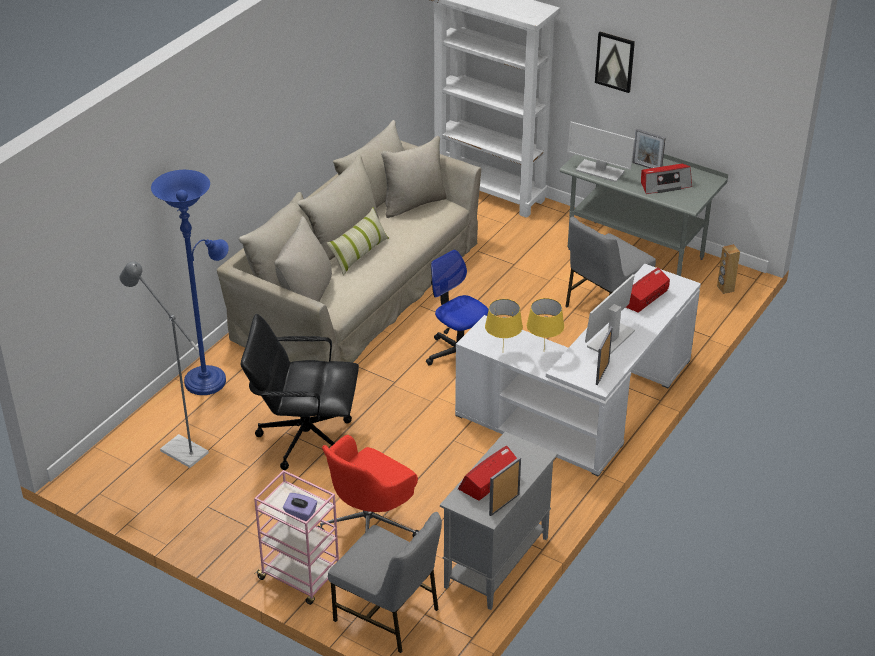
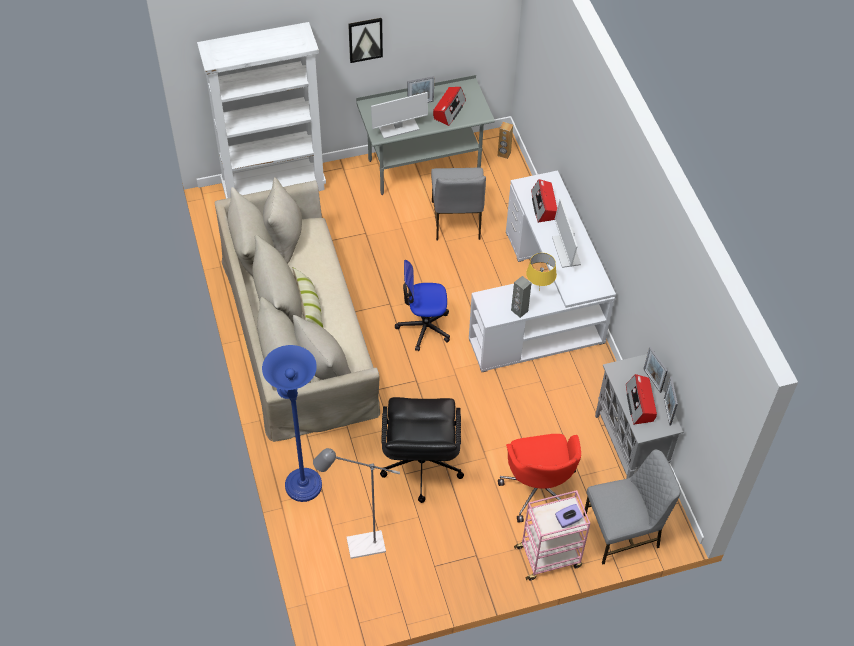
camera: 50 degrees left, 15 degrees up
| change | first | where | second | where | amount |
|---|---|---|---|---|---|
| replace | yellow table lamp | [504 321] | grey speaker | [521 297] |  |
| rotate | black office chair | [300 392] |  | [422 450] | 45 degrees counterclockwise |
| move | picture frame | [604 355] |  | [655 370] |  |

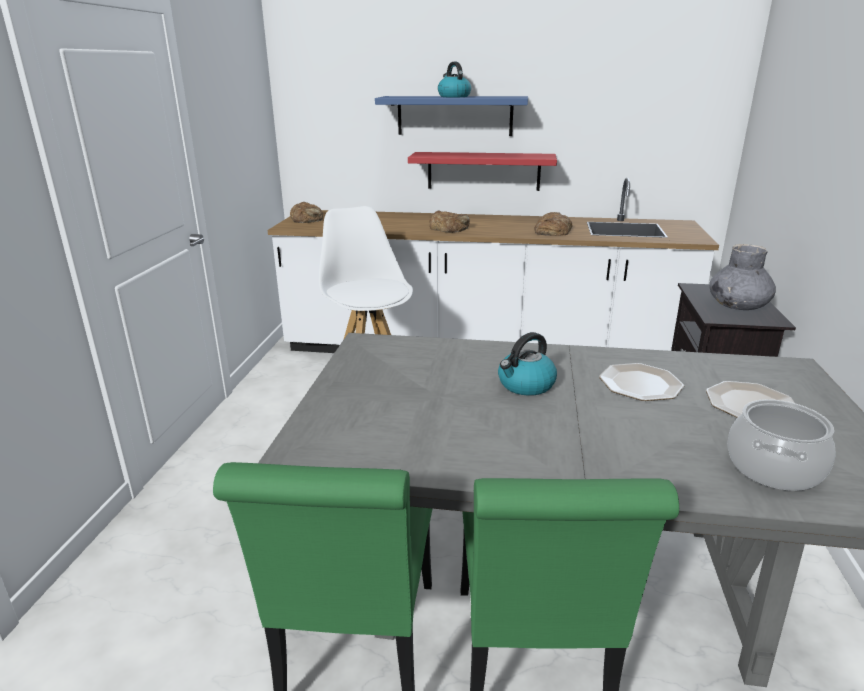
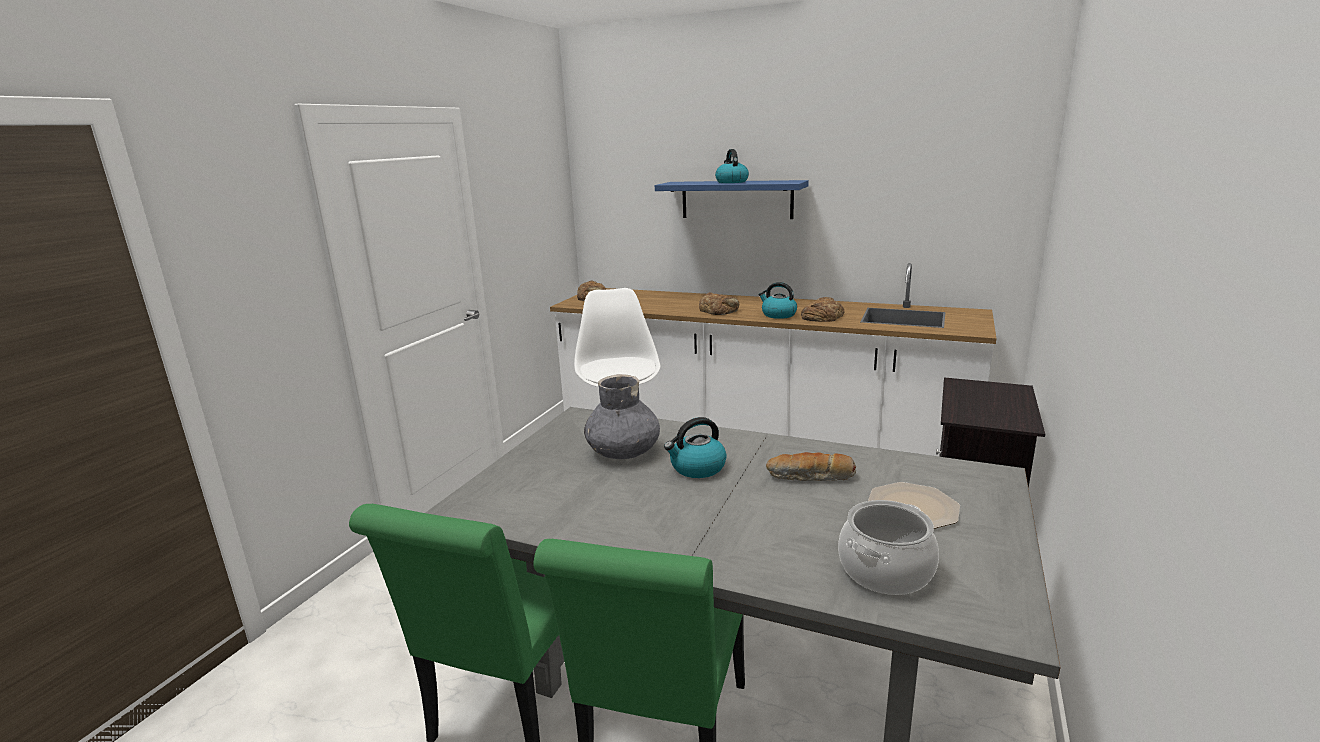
camera: 15 degrees right, 5 degrees down
| change | first | where | second | where | amount |
|---|---|---|---|---|---|
| delete | red shelf | [482 171] |  |  |  |
| move | grey vase | [742 277] |  | [622 416] |  |
| replace | plate | [641 382] | bread | [811 466] |  |
| insert |  |  | kettle | [778 300] |  |

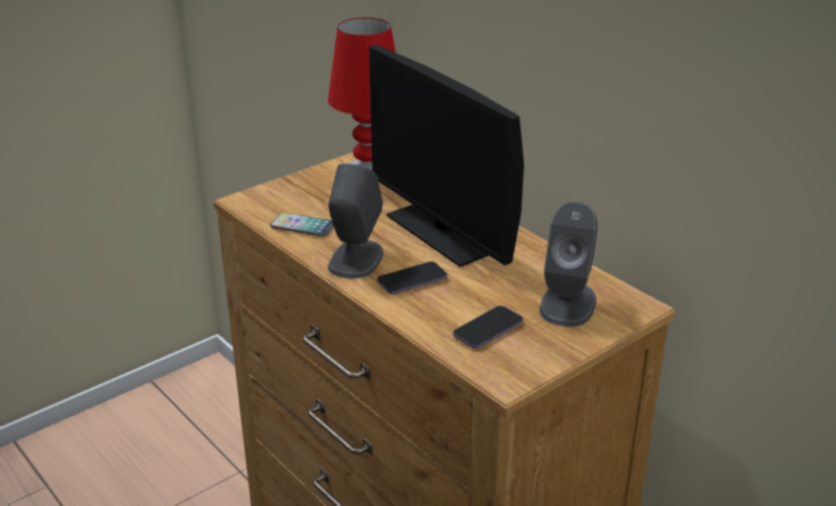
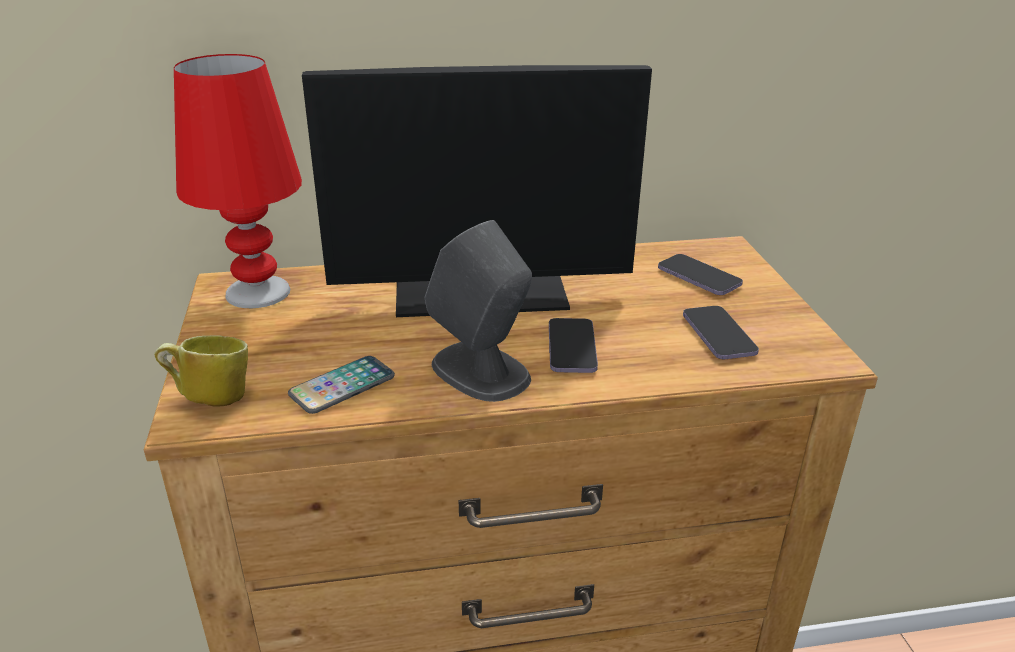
camera: 60 degrees left, 0 degrees up
| change | first | where | second | where | amount |
|---|---|---|---|---|---|
| replace | grey speaker | [568 264] | phone | [700 274] |  |
| insert |  |  | mug | [201 371] |  |

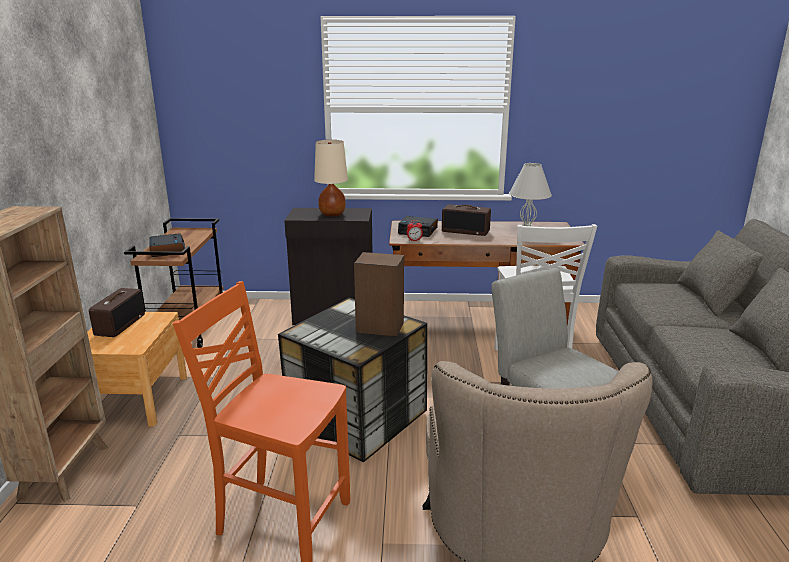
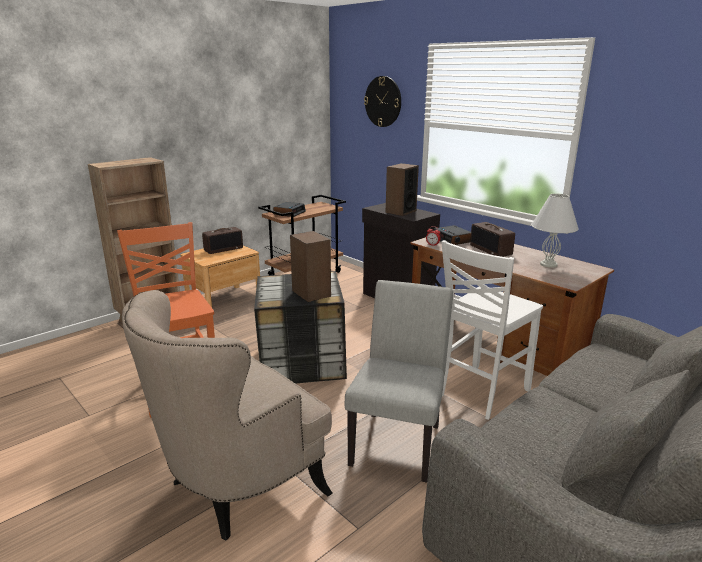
camera: 45 degrees right, 0 degrees up
| change | first | where | second | where | amount |
|---|---|---|---|---|---|
| replace | beige table lamp | [331 178] | speaker | [402 189] |  |
| insert |  |  | wall clock | [382 101] |  |

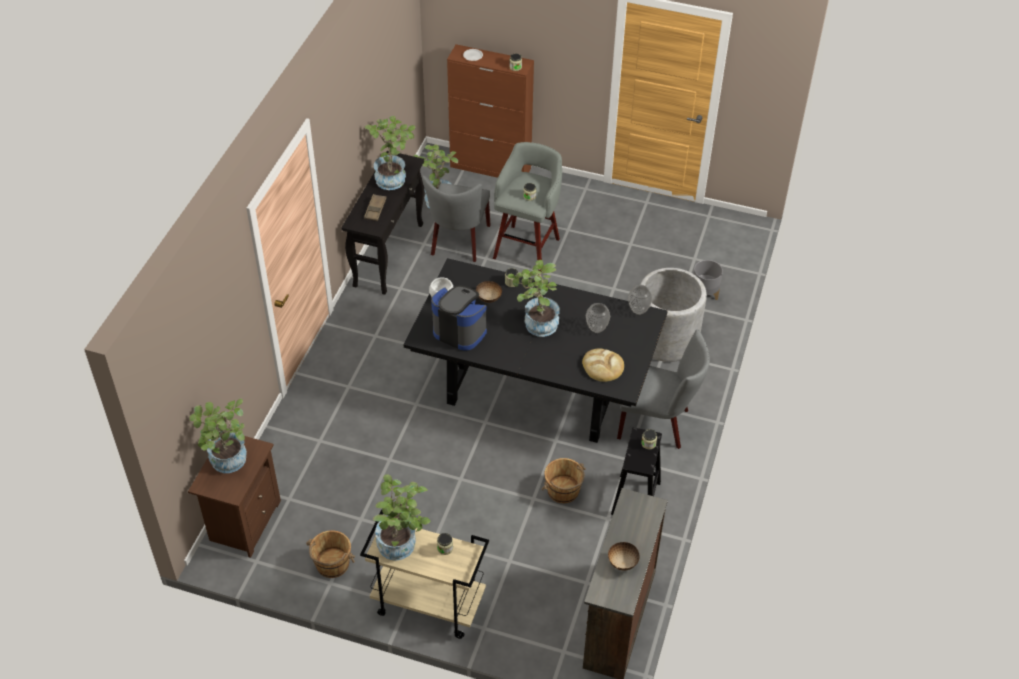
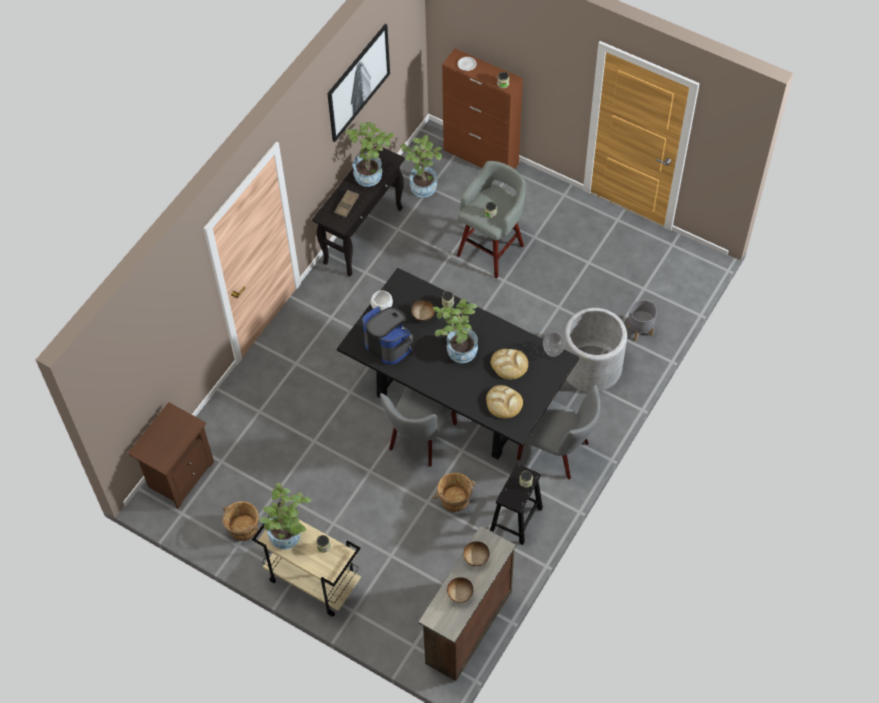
camera: 15 degrees right, 10 degrees up
| change | first | where | second | where | amount |
|---|---|---|---|---|---|
| move | grey chair | [456 219] |  | [418 427] |  |
| replace | vase | [598 318] | bread | [509 364] |  |
| delete | potted plant | [218 436] |  |  |  |
| insert |  |  | picture | [358 83] |  |
| insert |  |  | bowl | [476 553] |  |

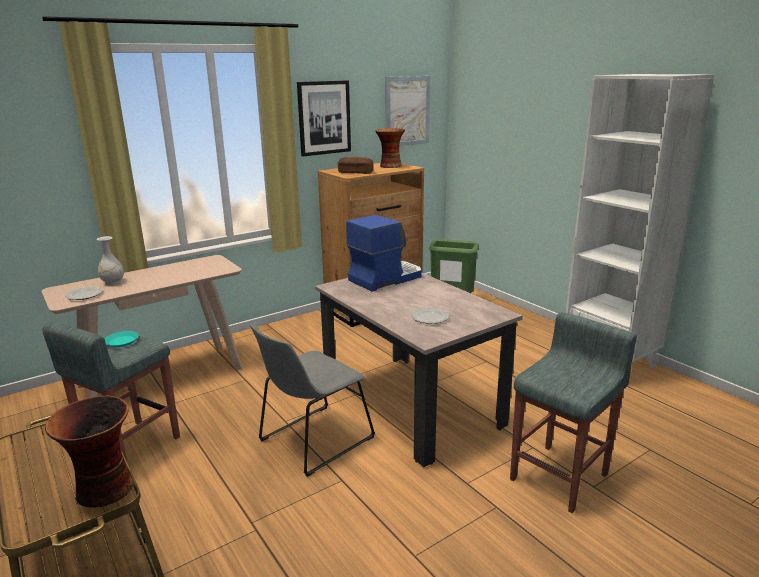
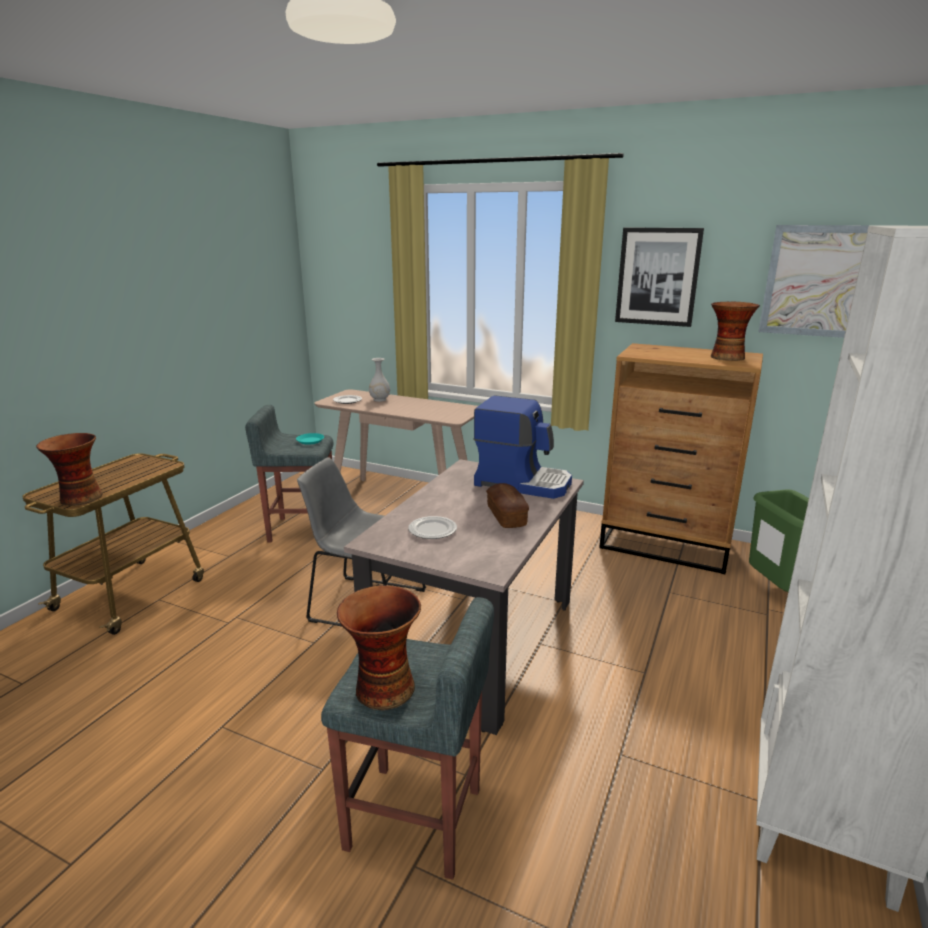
camera: 60 degrees right, 0 degrees up
| change | first | where | second | where | amount |
|---|---|---|---|---|---|
| move | bread | [355 165] |  | [507 505] |  |
| insert |  |  | vase | [379 648] |  |

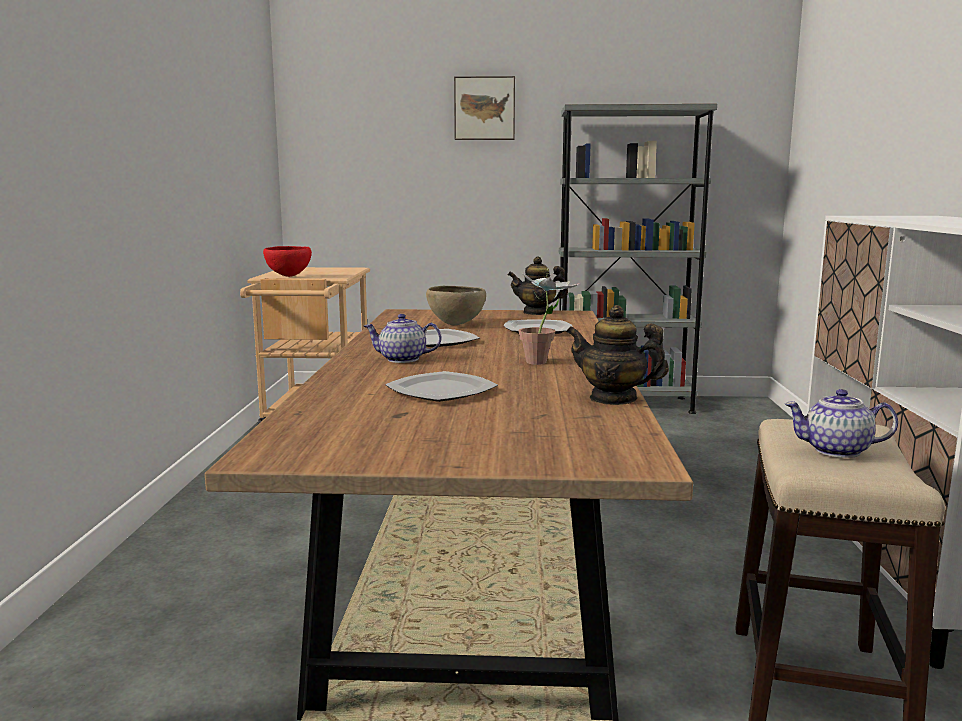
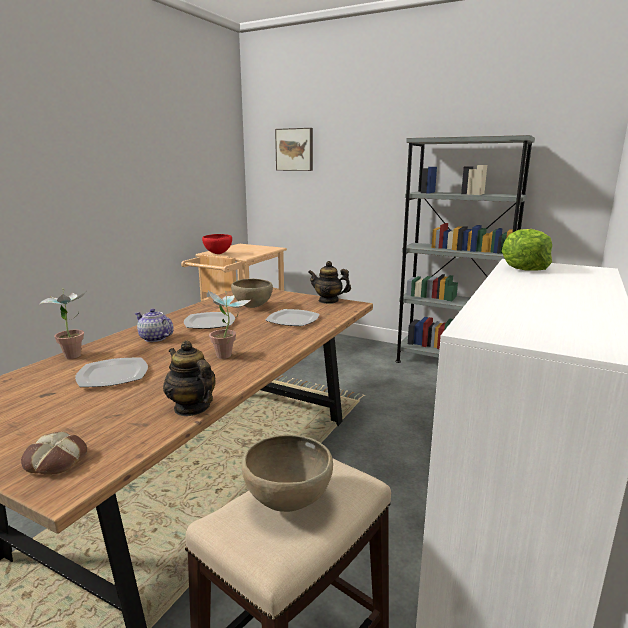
camera: 25 degrees right, 5 degrees up
| change | first | where | second | where | amount |
|---|---|---|---|---|---|
| move | picture | [484 108] |  | [294 149] |  |
| replace | teapot | [841 423] | brown bowl | [287 473] |  |
| insert |  |  | lettuce | [527 250] |  |
| insert |  |  | potted plant | [63 324] |  |
| insert |  |  | bread | [54 453] |  |

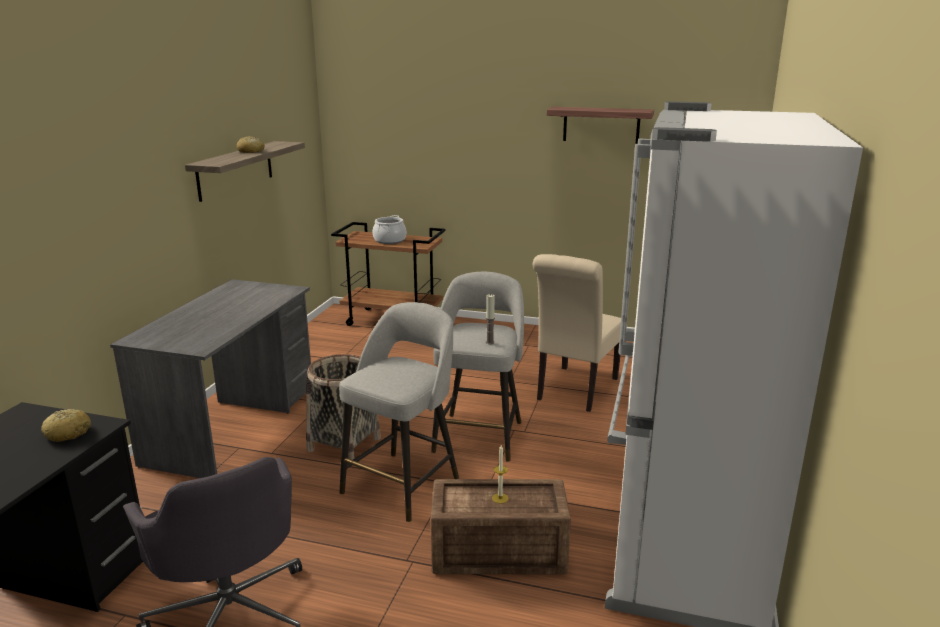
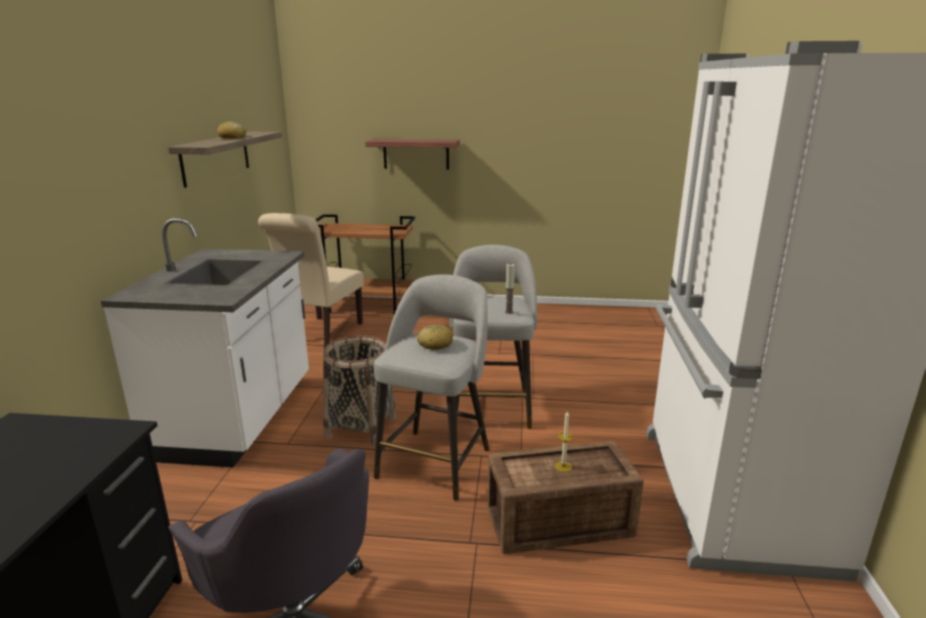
camera: 10 degrees left, 0 degrees up
| change | first | where | second | where | amount |
|---|---|---|---|---|---|
| move | shelf | [600 125] |  | [412 154] |  |
| delete | cooking pot | [389 229] |  |  |  |
| move | beige chair | [577 333] |  | [311 281] |  |
| replace | grey desk | [210 378] | white counter | [205 343] |  |
| move | bread | [66 425] |  | [435 337] |  |

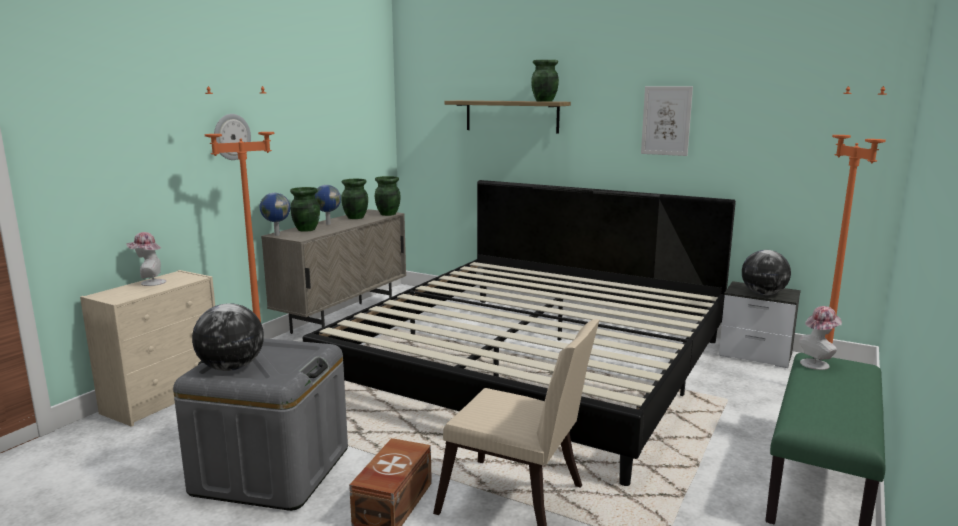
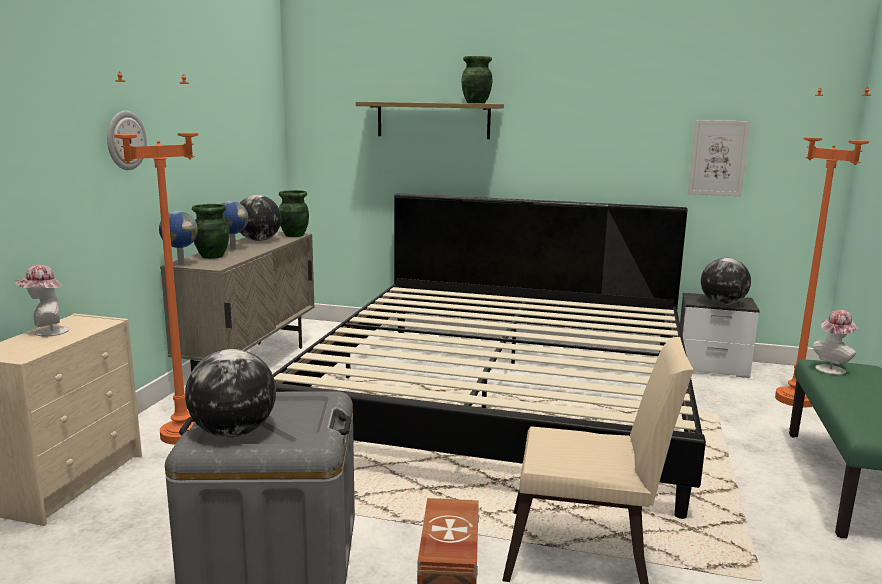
camera: 15 degrees left, 0 degrees up
| change | first | where | second | where | amount |
|---|---|---|---|---|---|
| move | picture | [667 121] |  | [719 158] |  |
| replace | green vase | [354 199] | globe | [260 218] |  |

